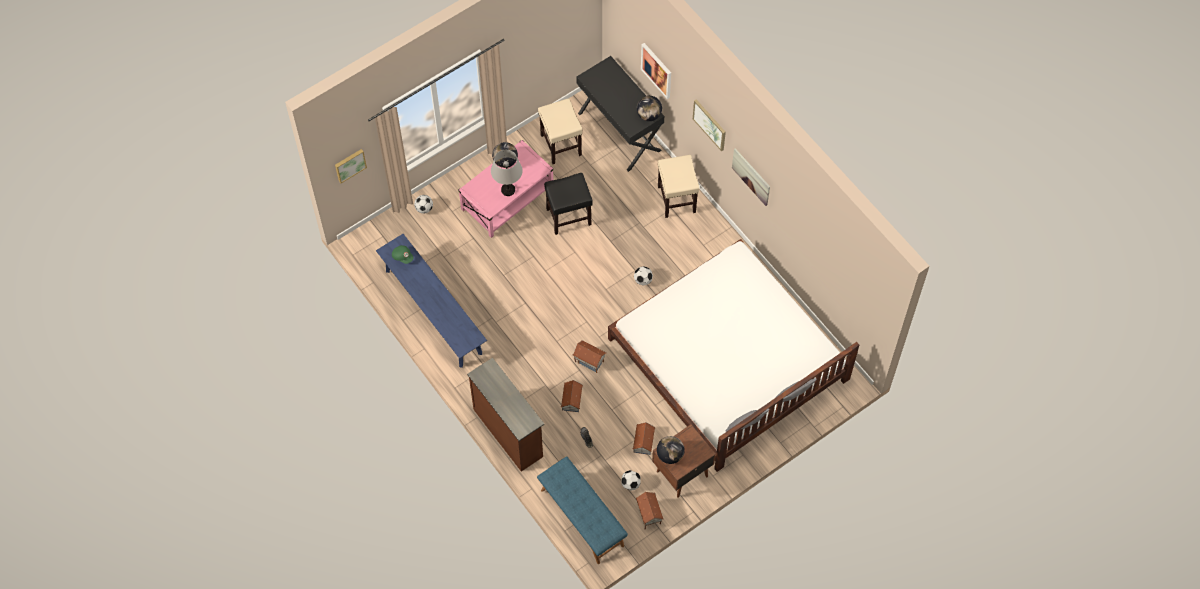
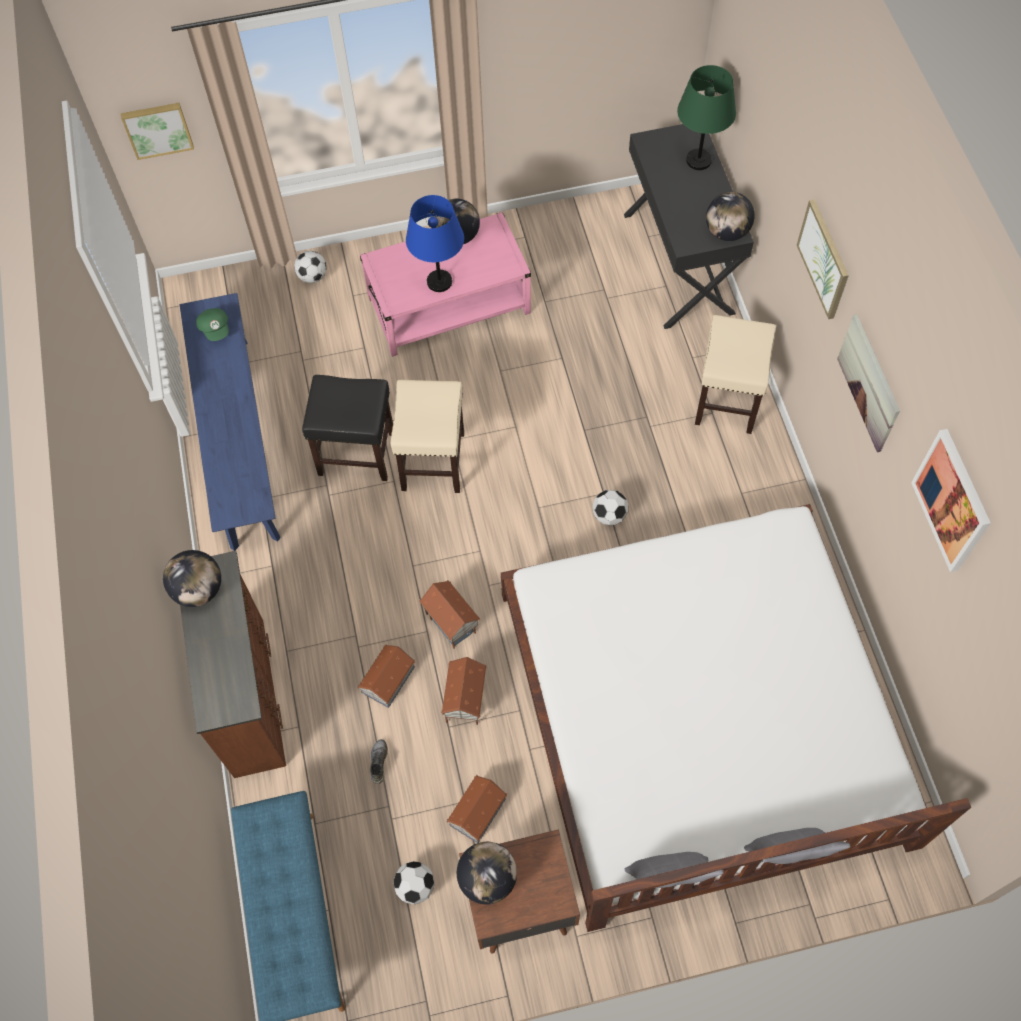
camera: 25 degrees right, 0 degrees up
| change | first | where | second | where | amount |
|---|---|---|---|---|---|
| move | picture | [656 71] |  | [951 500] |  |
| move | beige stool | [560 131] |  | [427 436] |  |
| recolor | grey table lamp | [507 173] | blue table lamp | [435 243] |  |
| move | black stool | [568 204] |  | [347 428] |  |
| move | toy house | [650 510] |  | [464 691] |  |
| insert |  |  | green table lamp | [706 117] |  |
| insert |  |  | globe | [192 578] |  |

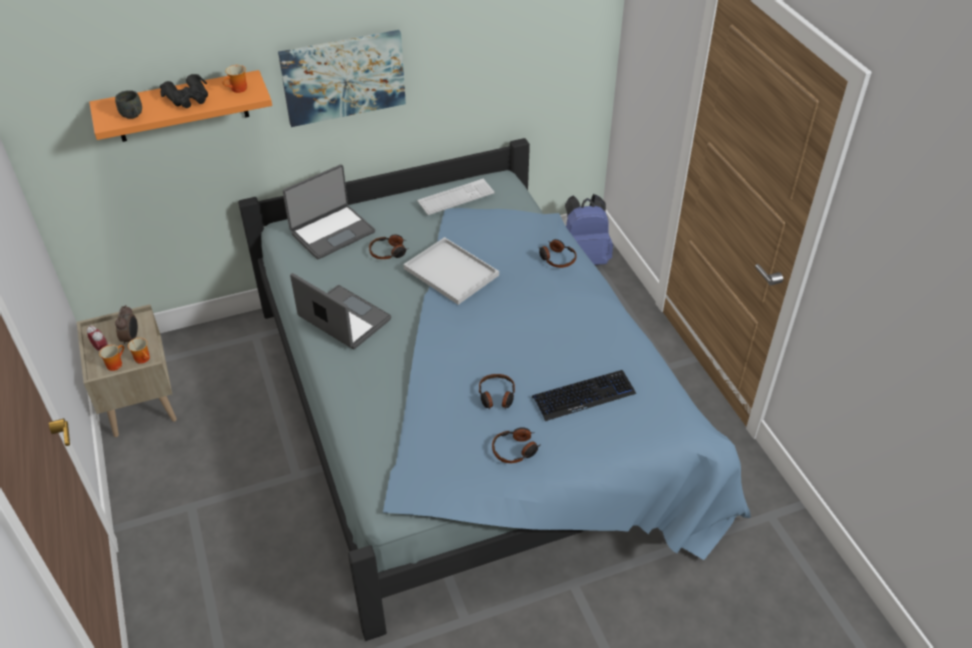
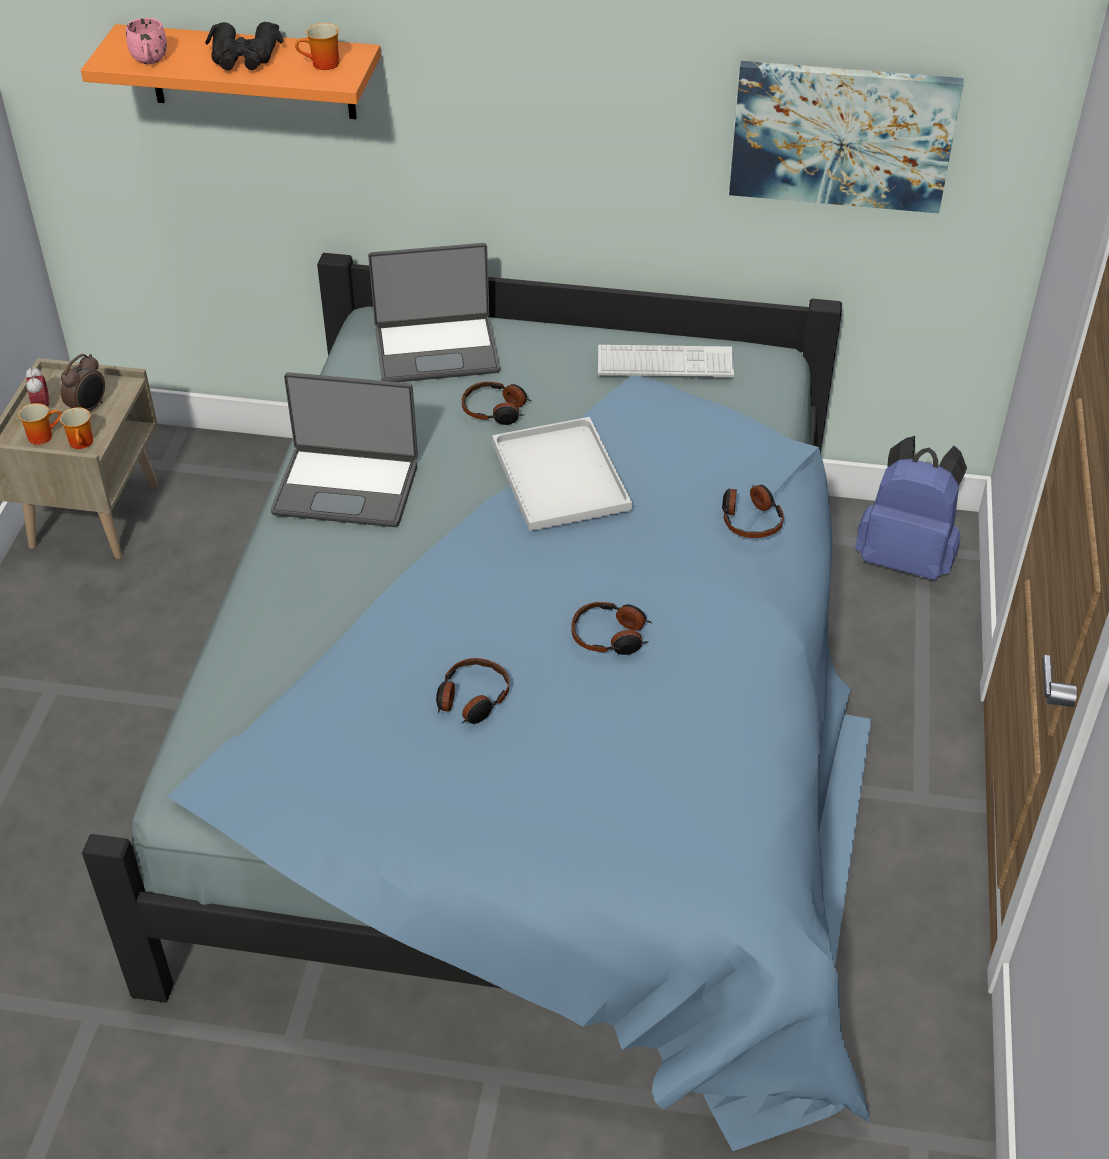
camera: 30 degrees right, 0 degrees up
| change | first | where | second | where | amount |
|---|---|---|---|---|---|
| move | picture | [342 78] |  | [846 137] |  |
| recolor | grey mug | [128 104] | pink mug | [146 41] |  |
| rotate | laptop | [340 311] |  | [344 449] | 120 degrees clockwise |
| delete | keyboard | [584 395] |  |  |  |
| move | headphones | [516 445] |  | [611 628] |  |

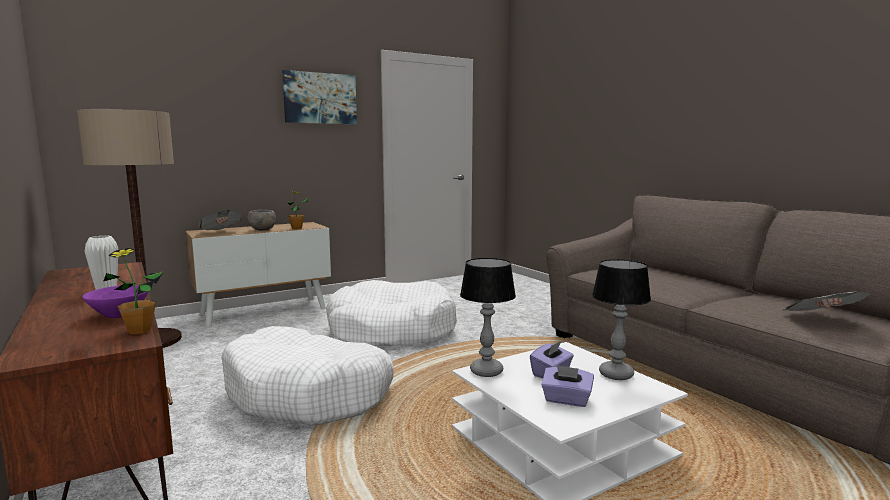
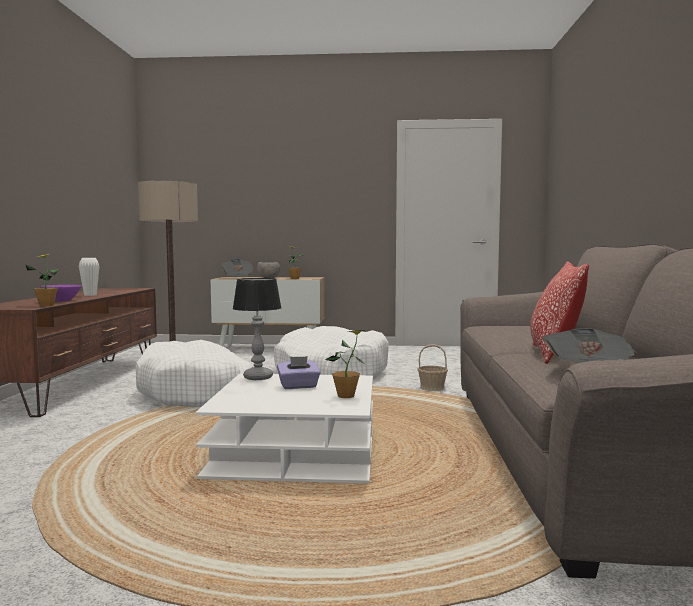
camera: 35 degrees right, 5 degrees down
| change | first | where | second | where | amount |
|---|---|---|---|---|---|
| delete | picture | [319 97] |  |  |  |
| replace | table lamp | [621 319] | potted plant | [345 364] |  |
| delete | purple tissue box | [568 386] |  |  |  |
| insert |  |  | pillow | [559 312] |  |
| insert |  |  | basket | [433 367] |  |

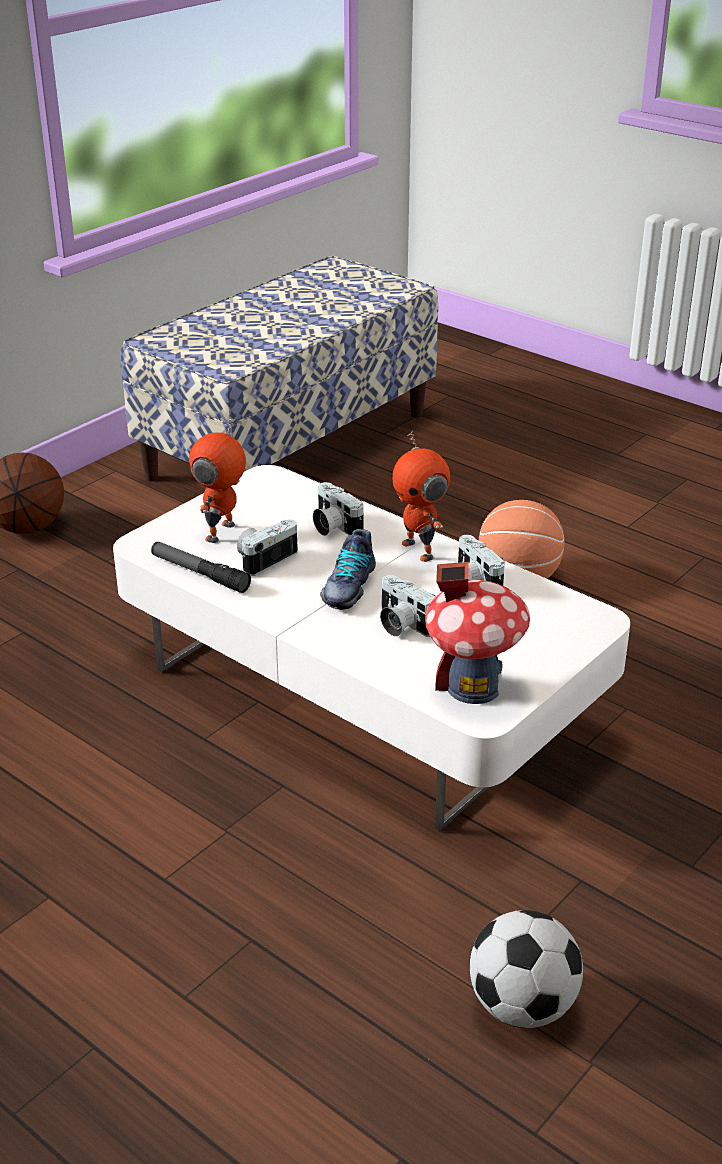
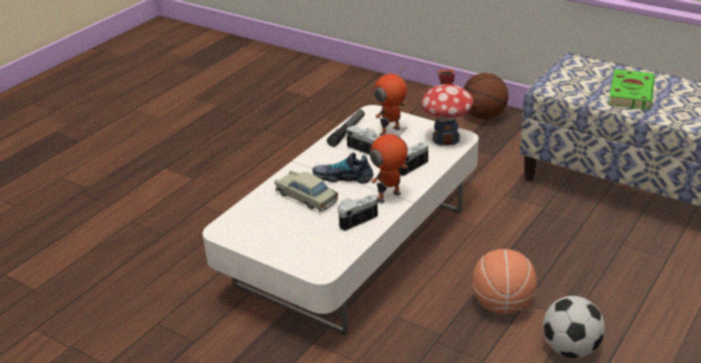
camera: 85 degrees right, 0 degrees up
| change | first | where | second | where | amount |
|---|---|---|---|---|---|
| rotate | toy robot | [217 480] |  | [390 101] | 60 degrees counterclockwise |
| move | toy house | [477 633] |  | [447 107] |  |
| replace | photo camera | [408 606] | beige toy car | [306 191] |  |
| move | football | [526 969] |  | [574 327] |  |
| insert |  |  | green book | [631 89] |  |

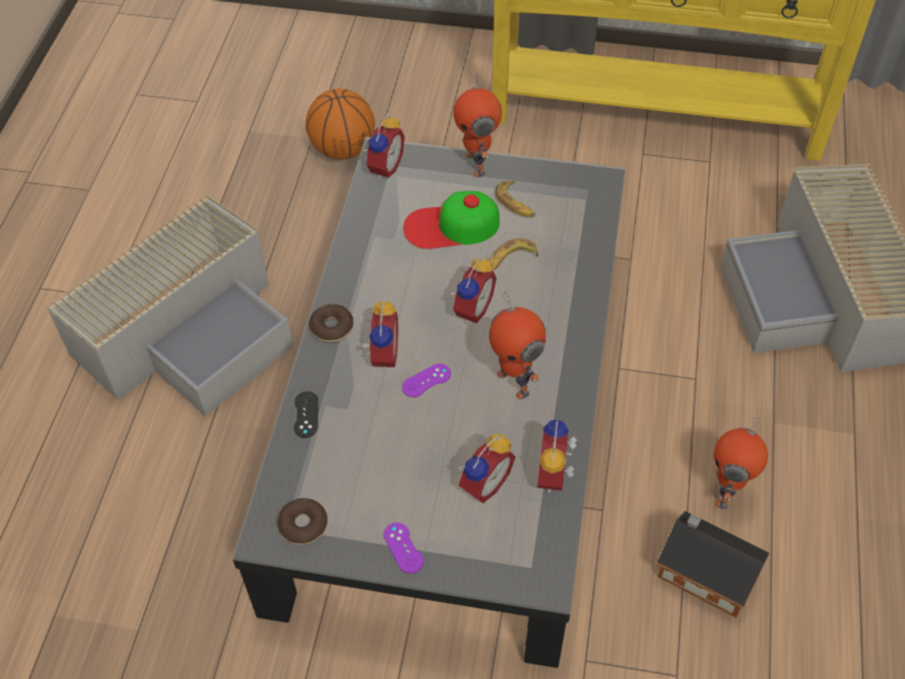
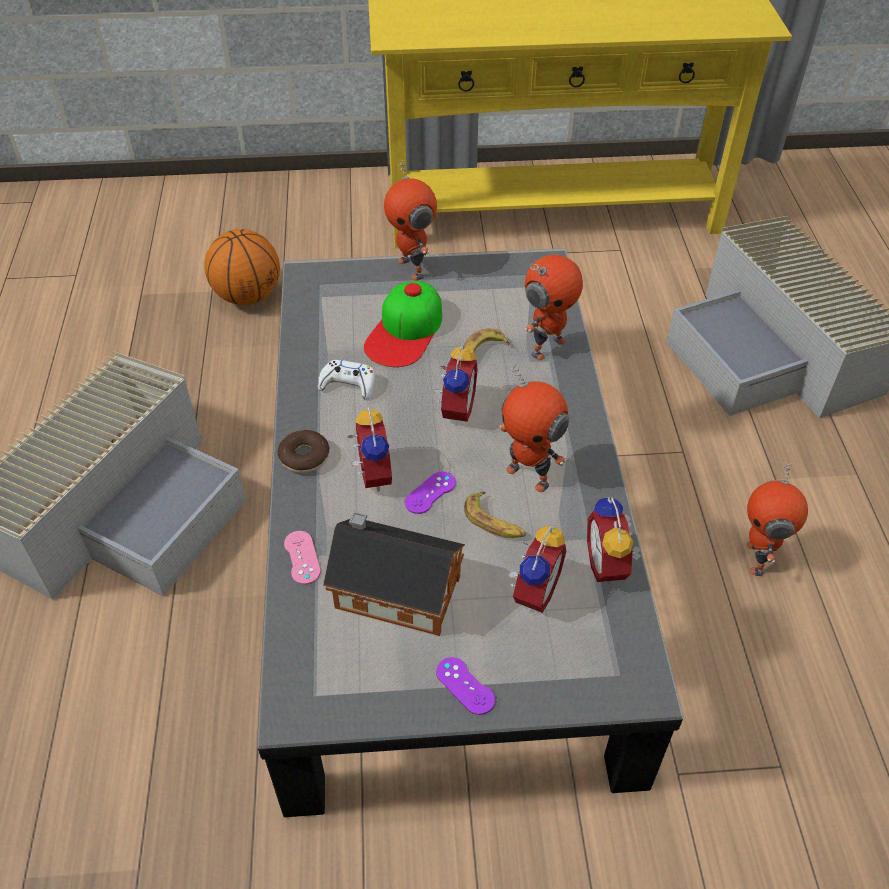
camera: 15 degrees left, 5 degrees down
| change | first | where | second | where | amount |
|---|---|---|---|---|---|
| delete | alarm clock | [384 147] |  |  |  |
| move | banana | [515 199] |  | [495 515] |  |
| rotate | cap | [451 220] |  | [403 324] | 45 degrees counterclockwise |
| recolor | black game controller | [306 414] | pink game controller | [302 557] |  |
| delete | donut | [303 521] |  |  |  |
| move | toy house | [713 564] |  | [394 573] |  |
| insert |  |  | toy robot | [554 307] |  |
| insert |  |  | white game controller | [346 380] |  |

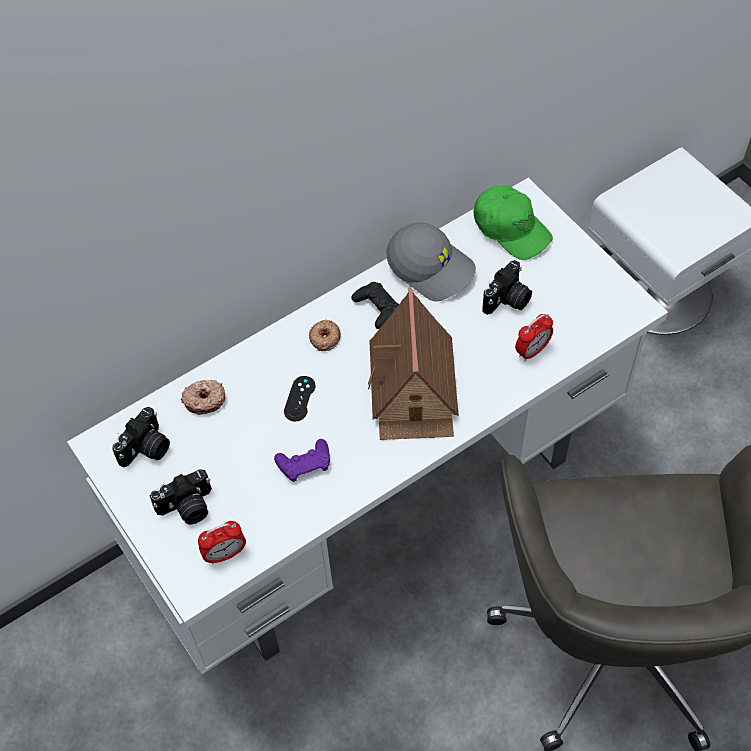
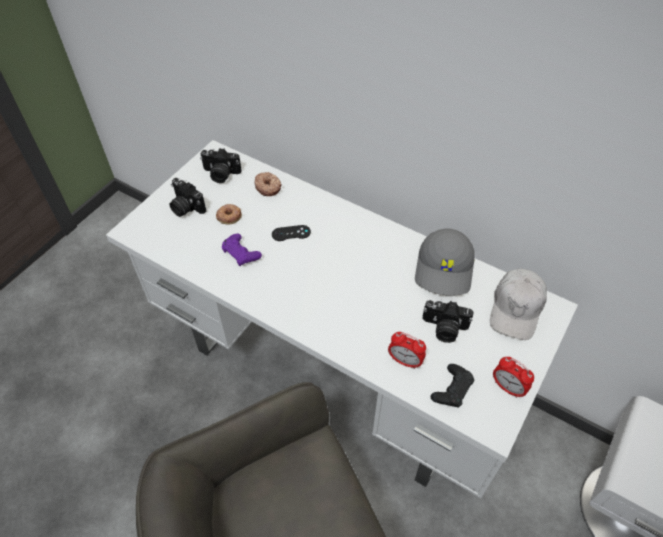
camera: 65 degrees right, 5 degrees down
| change | first | where | second | where | amount |
|---|---|---|---|---|---|
| recolor | green cap | [513 223] | white cap | [518 304] |  |
| move | black game controller | [375 305] |  | [452 386] |  |
| delete | toy house | [413 364] |  |  |  |
| move | donut | [325 335] |  | [229 214] |  |
| move | alarm clock | [222 542] |  | [513 377] |  |

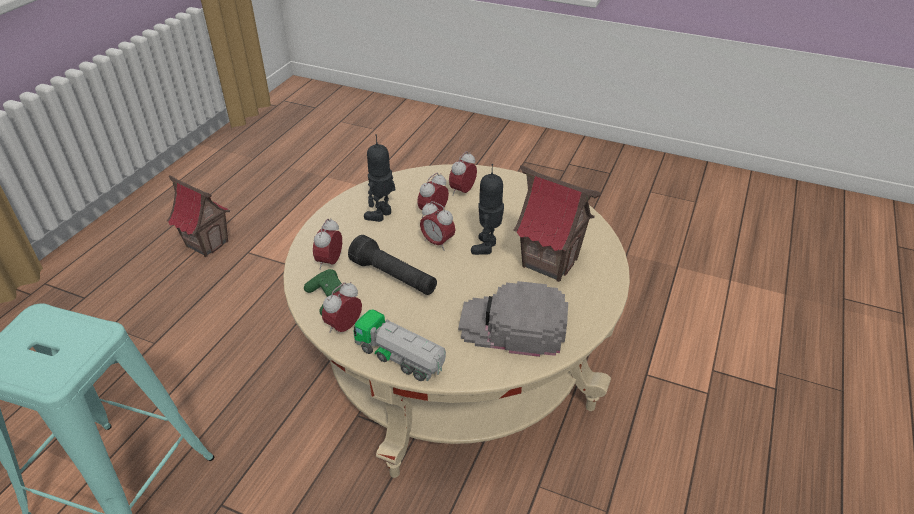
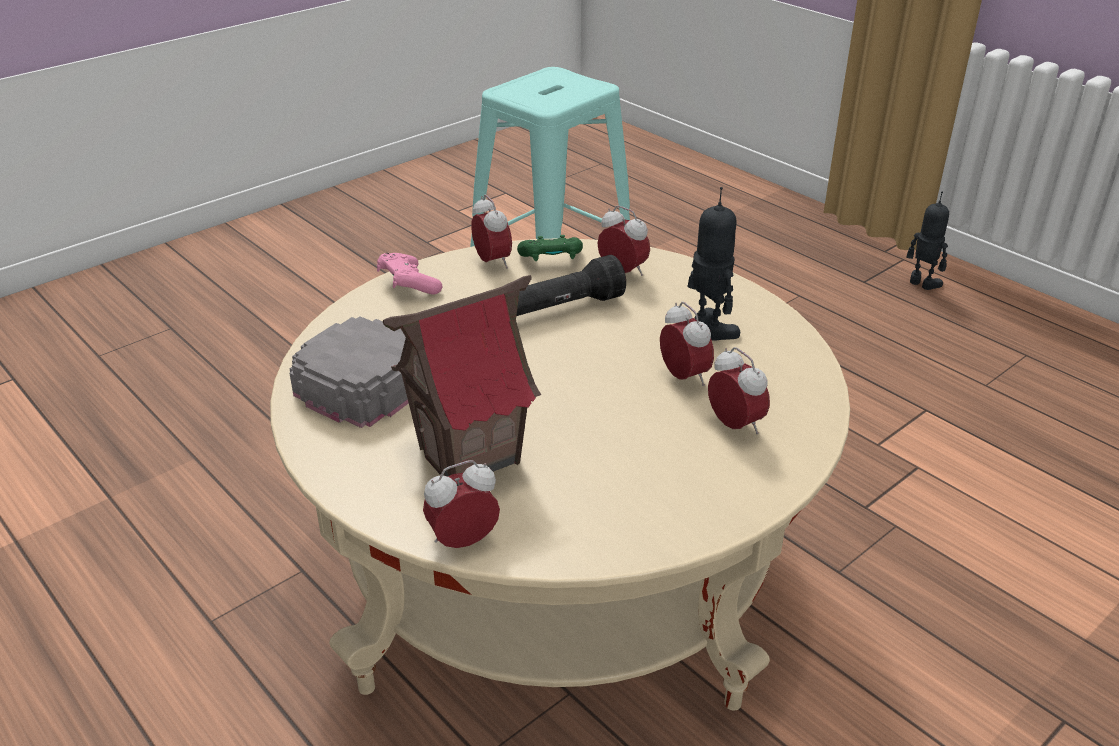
camera: 115 degrees right, 5 degrees down
| change | first | where | second | where | amount |
|---|---|---|---|---|---|
| move | toy robot | [487 209] |  | [927 241] |  |
| delete | toy house | [198 216] |  |  |  |
| move | alarm clock | [437 226] |  | [461 504] |  |
| replace | toy truck | [399 345] | pink game controller | [409 273] |  |

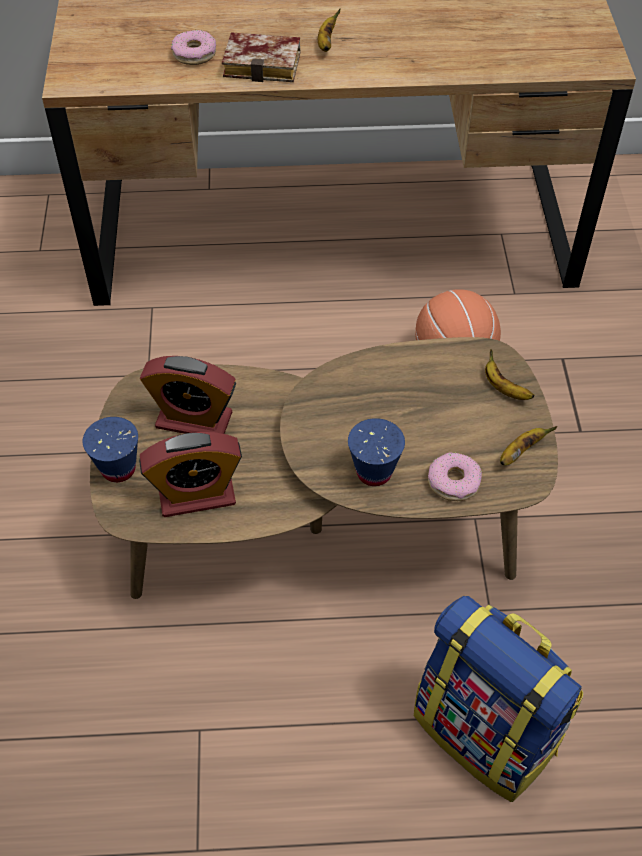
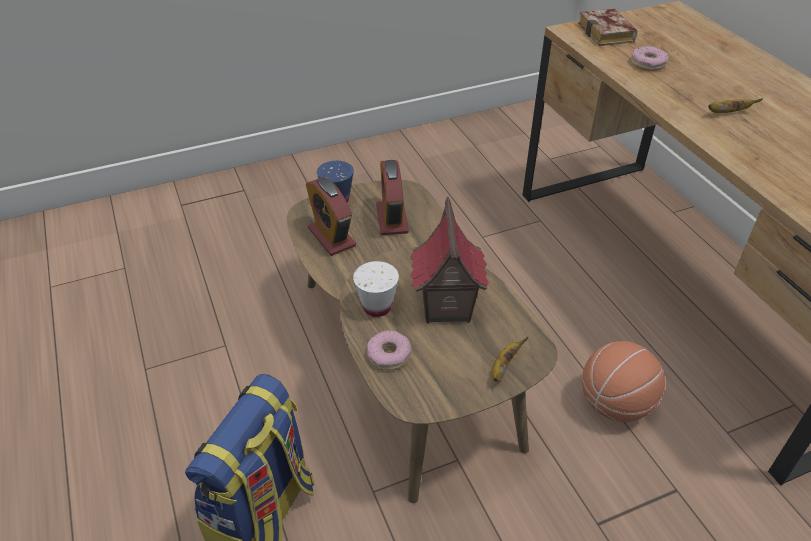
camera: 70 degrees right, 10 degrees down
| change | first | where | second | where | amount |
|---|---|---|---|---|---|
| move | book | [261 57] |  | [607 27] |  |
| recolor | blue cup | [376 452] | white cup | [376 289] |  |
| delete | banana | [528 445] |  |  |  |
| insert |  |  | toy house | [449 260] |  |

